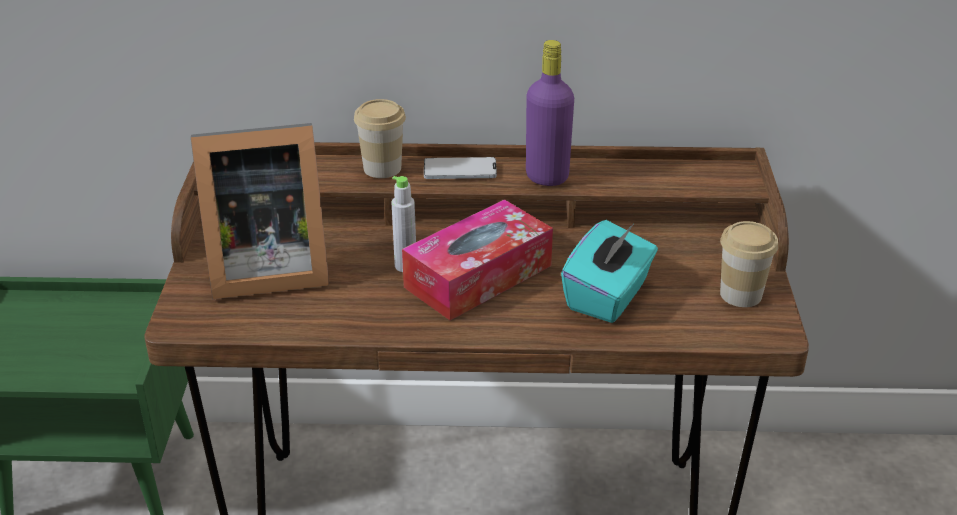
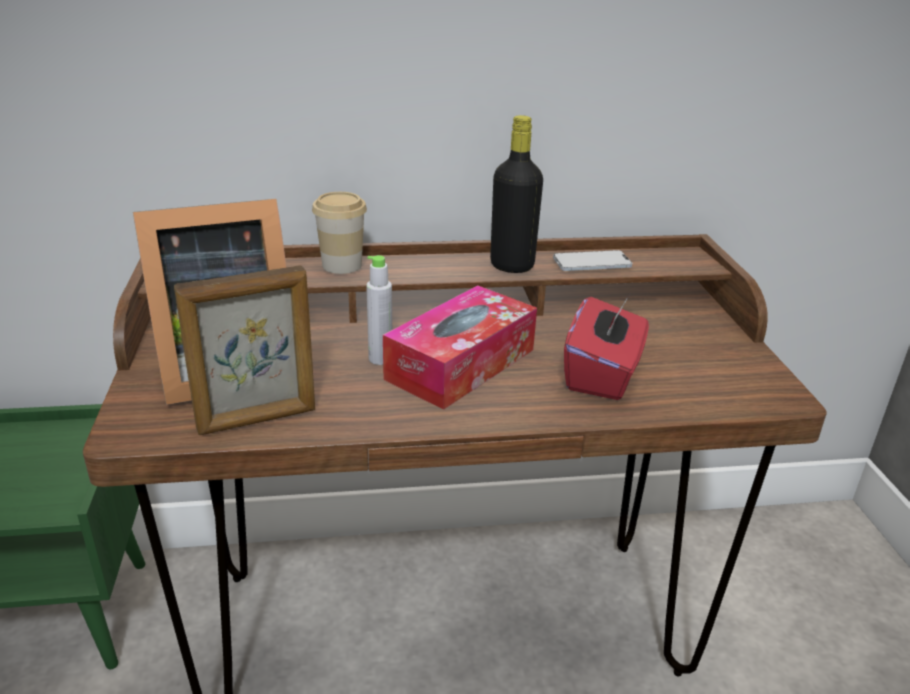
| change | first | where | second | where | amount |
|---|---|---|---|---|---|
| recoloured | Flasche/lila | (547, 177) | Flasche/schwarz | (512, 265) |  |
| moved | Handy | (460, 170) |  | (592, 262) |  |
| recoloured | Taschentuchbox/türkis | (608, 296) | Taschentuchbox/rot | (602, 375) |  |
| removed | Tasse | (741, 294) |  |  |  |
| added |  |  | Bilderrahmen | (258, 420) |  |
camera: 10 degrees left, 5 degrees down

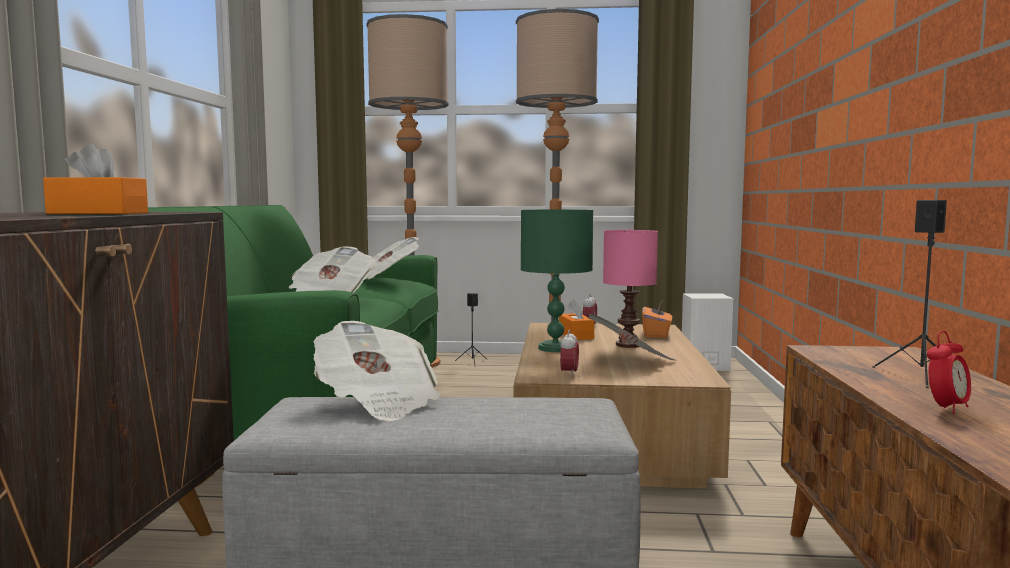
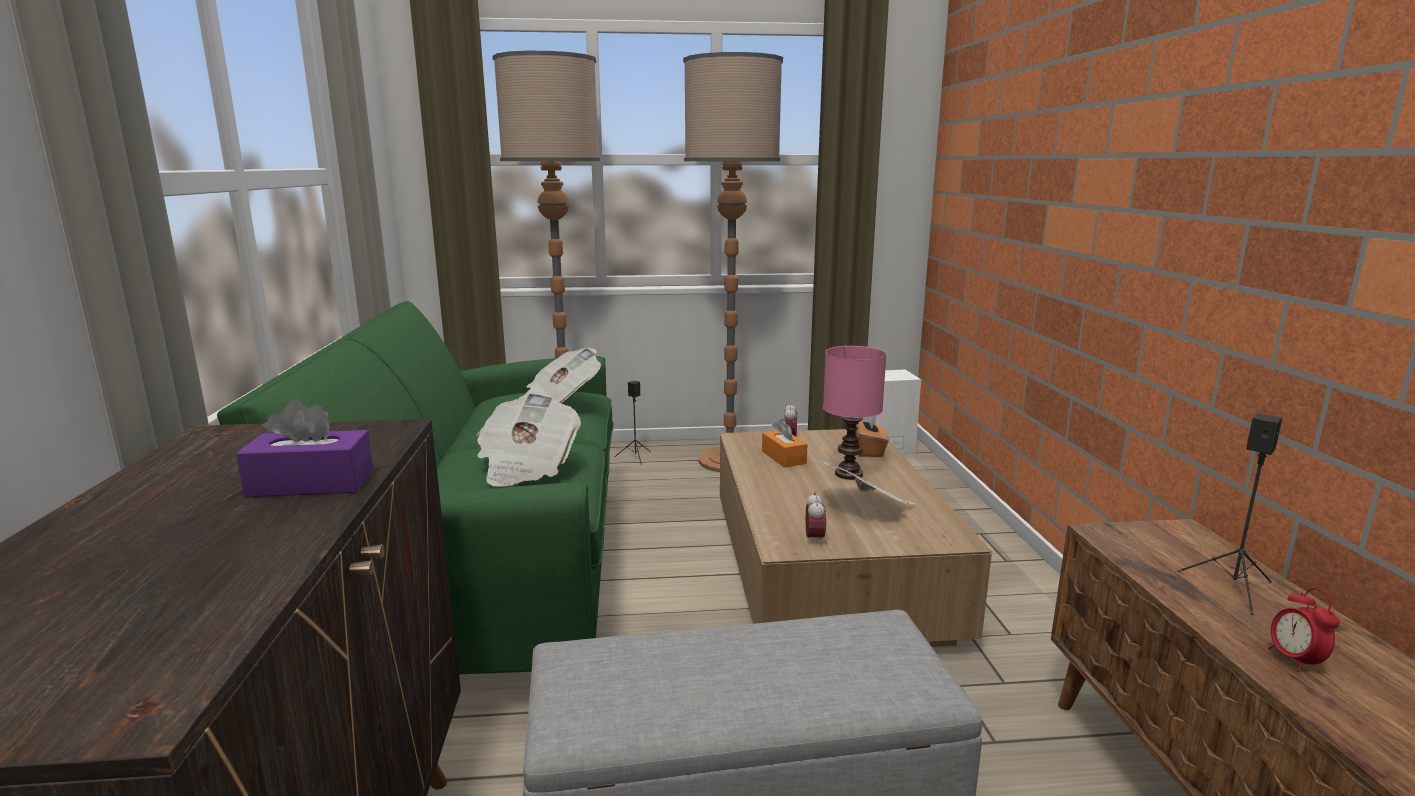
| change | first | where | second | where | amount |
|---|---|---|---|---|---|
| recoloured | Taschentuchbox/orange | (98, 213) | Taschentuchbox/lila | (311, 484) |  |
| removed | Tischlampe/grün | (556, 348) |  |  |  |
| removed | Zeitung | (377, 402) |  |  |  |
| turned | Wecker | (946, 408) |  | (1294, 661) | 135 degrees clockwise |
camera: 10 degrees left, 10 degrees up

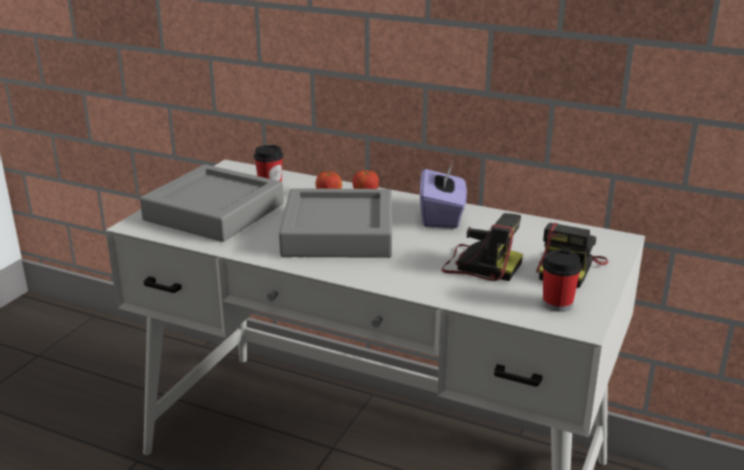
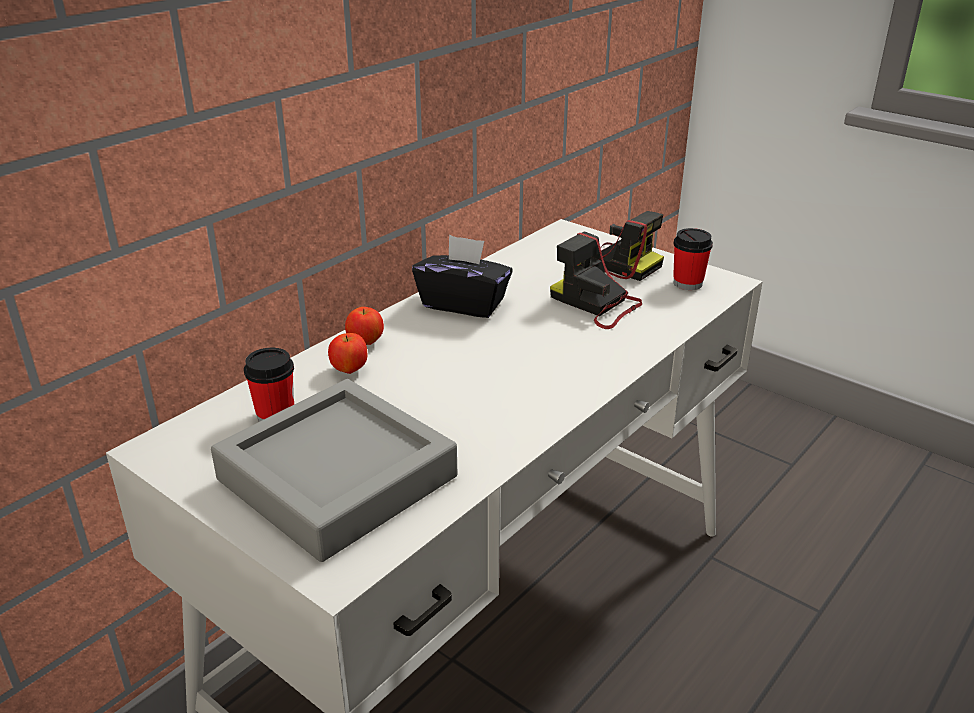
| change | first | where | second | where | amount |
|---|---|---|---|---|---|
| recoloured | Taschentuchbox/lila | (442, 216) | Taschentuchbox/schwarz | (463, 304) |  |
| removed | Tablett/grau | (338, 233) |  |  |  |
| turned | Kamera | (479, 265) |  | (596, 304) | 90 degrees counterclockwise |
camera: 75 degrees left, 5 degrees up

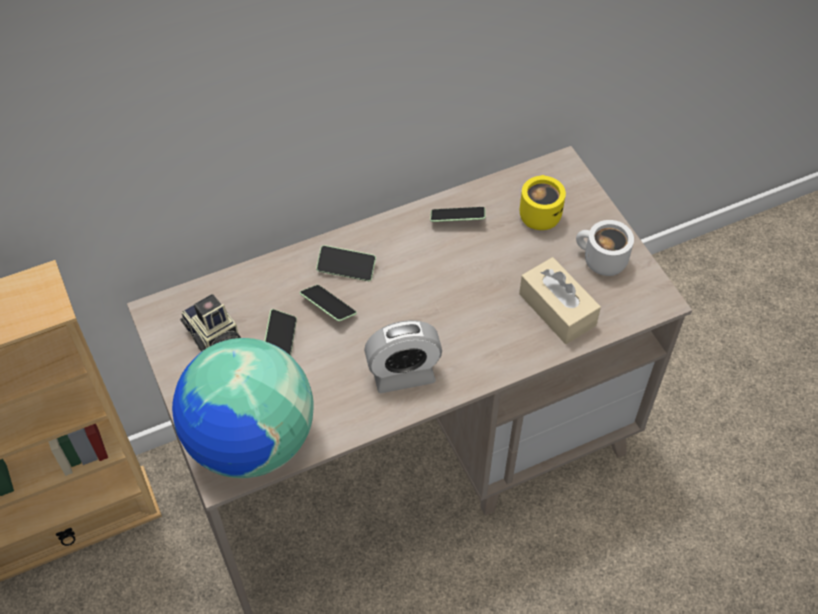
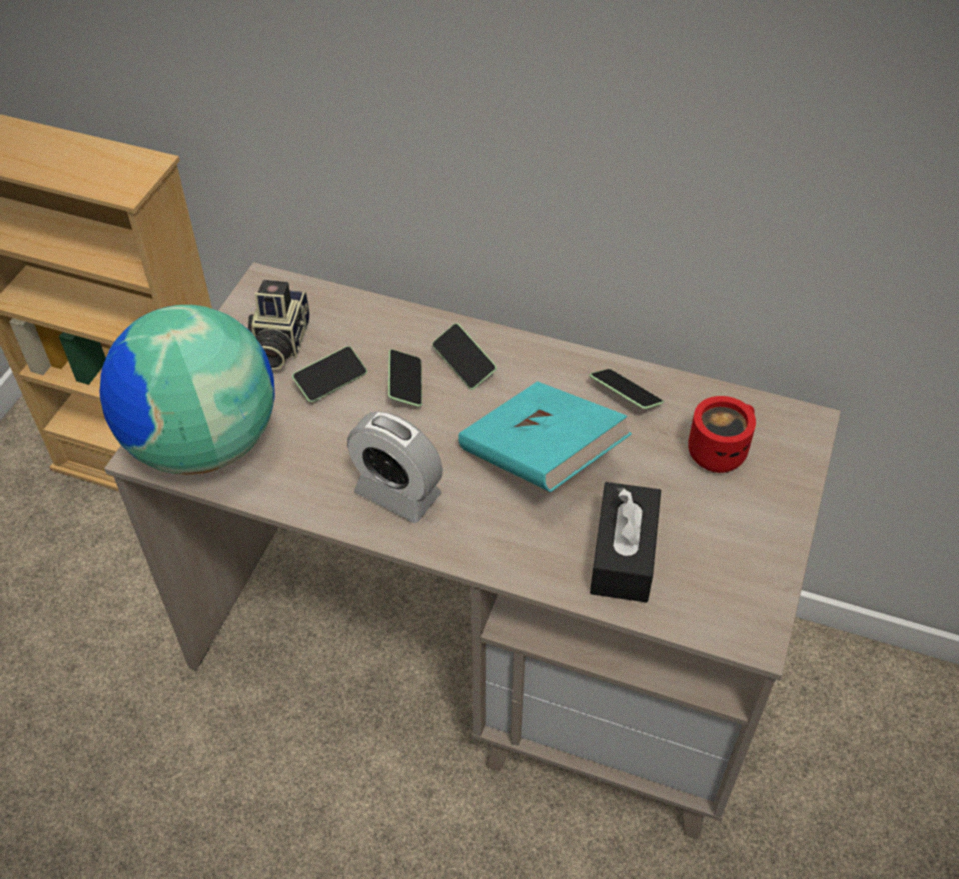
| change | first | where | second | where | amount |
|---|---|---|---|---|---|
| recoloured | Henkelbecher/gelb | (537, 214) | Henkelbecher/rot | (718, 449) |  |
| removed | Henkelbecher/weiß | (600, 261) |  |  |  |
| recoloured | Taschentuchbox/beige | (557, 309) | Taschentuchbox/schwarz | (623, 554) |  |
| added |  |  | Buch/türkis | (540, 459) |  |
camera: 45 degrees right, 5 degrees down

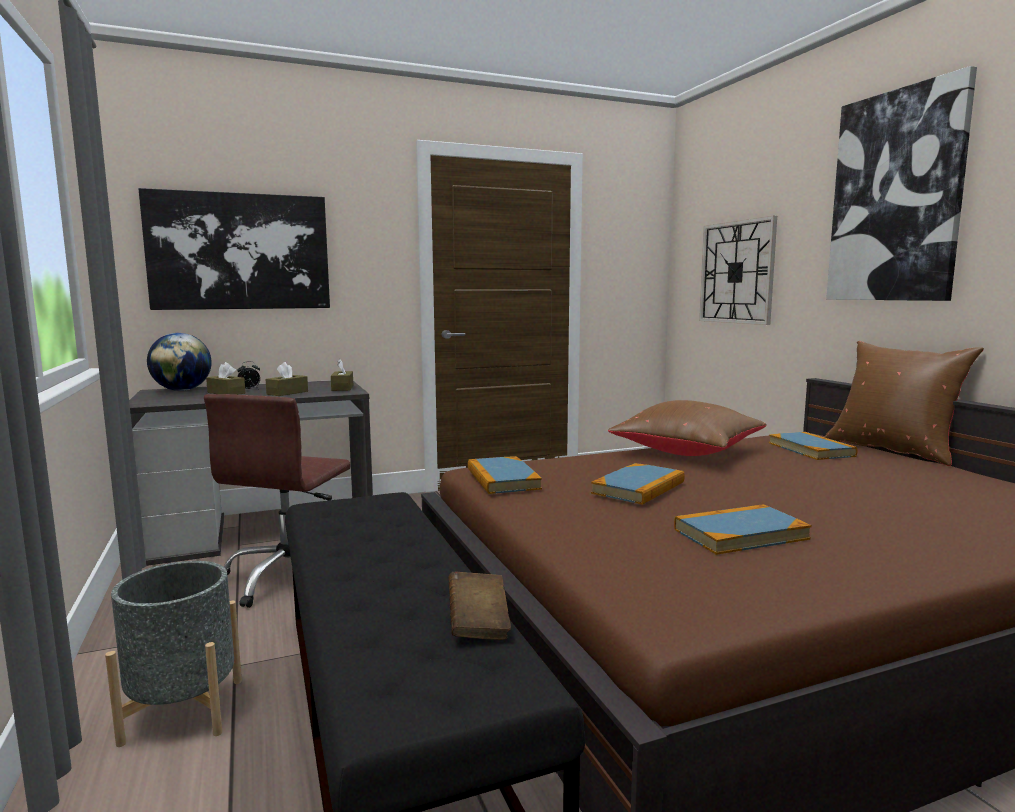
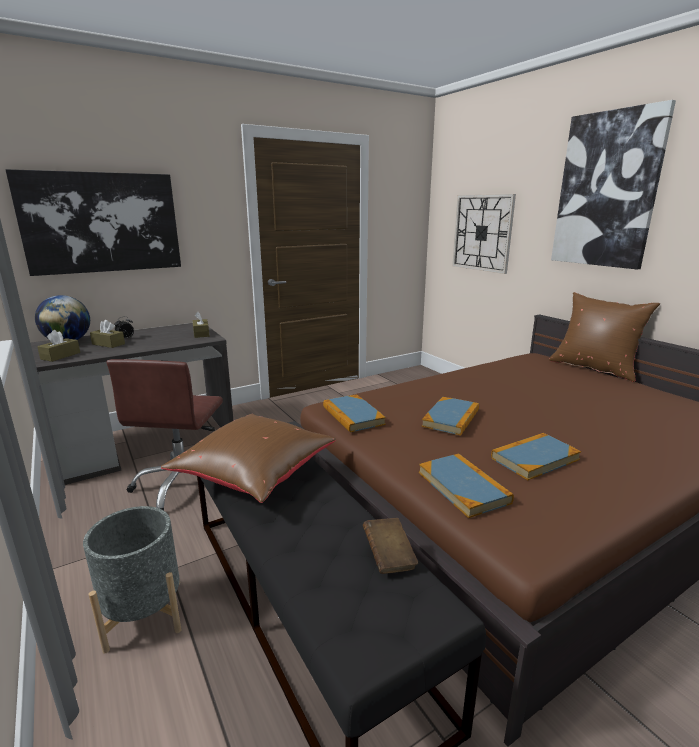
| change | first | where | second | where | amount |
|---|---|---|---|---|---|
| moved | Taschentuchbox/braun | (287, 393) |  | (60, 356) |  |
| moved | Kissen/braun | (688, 453) |  | (256, 475) |  |
| moved | Buch | (811, 449) |  | (463, 487) |  |
camera: 10 degrees left, 10 degrees up

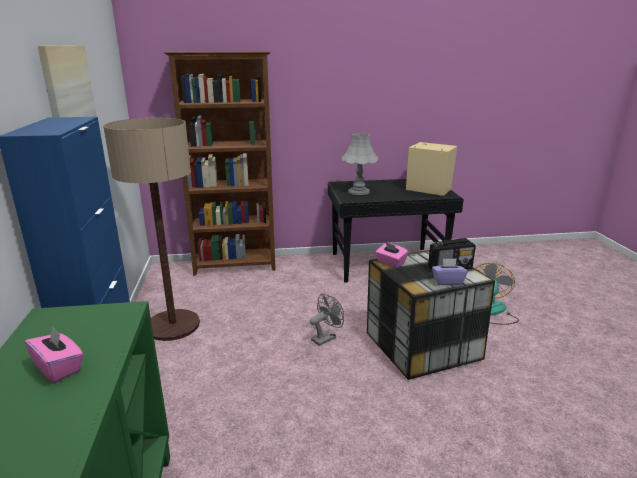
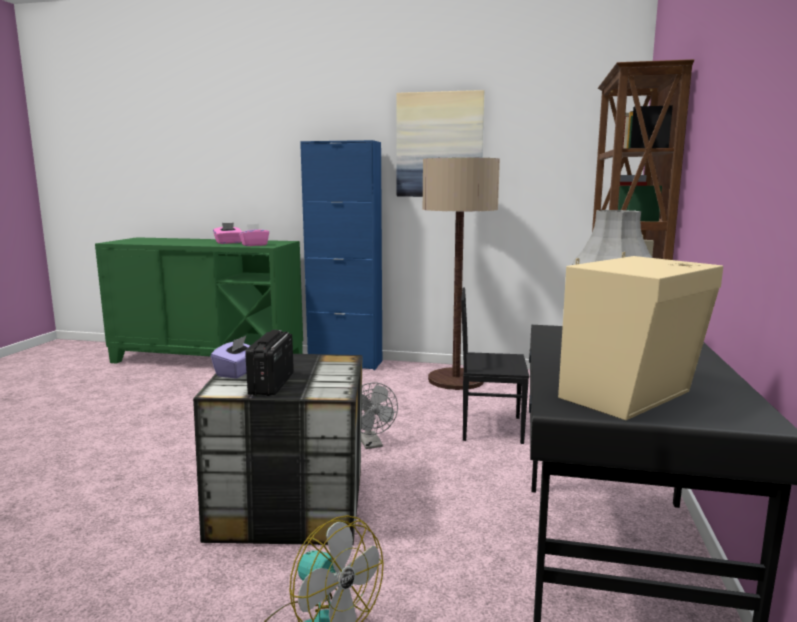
| change | first | where | second | where | amount |
|---|---|---|---|---|---|
| moved | Taschentuchbox/rosa | (390, 263) |  | (254, 245) |  |
| added |  |  | Stuhl/schwarz | (490, 428) |  |
camera: 110 degrees right, 10 degrees down

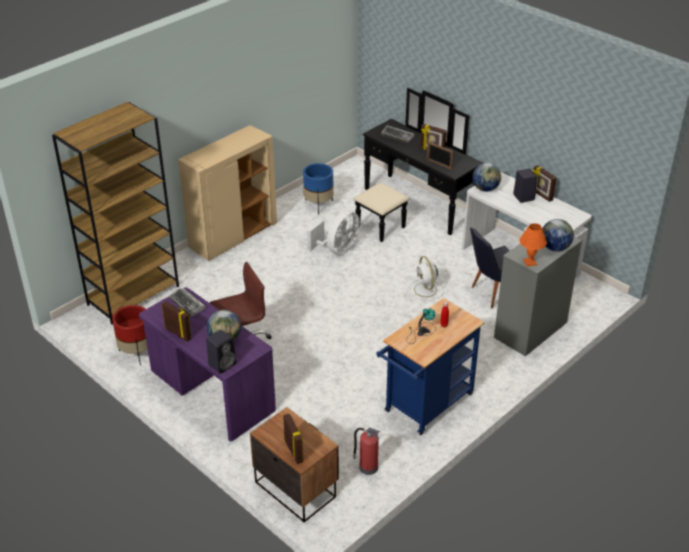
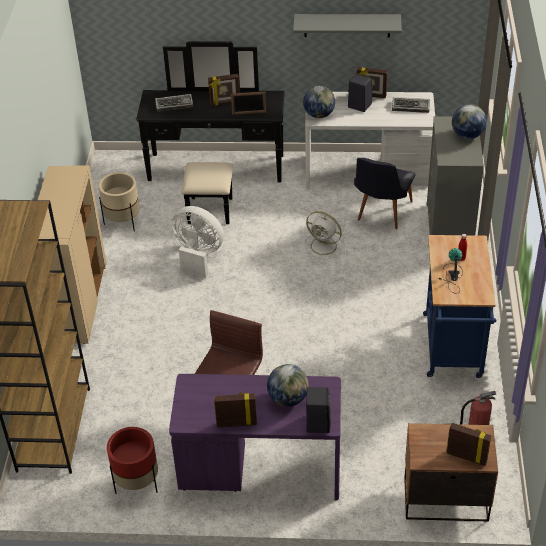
| change | first | where | second | where | amount |
|---|---|---|---|---|---|
| recoloured | Pflanzkübel/blau | (318, 205) | Pflanzkübel/beige | (123, 222) |  |
| turned | Ventilator/weiß | (337, 249) |  | (198, 255) | 60 degrees counterclockwise |
| removed | Tischlampe/orange | (530, 262) |  |  |  |
| moved | Tastatur | (187, 304) |  | (411, 107) |  |
| added |  |  | Wandregal/grau | (347, 25) |  |
camera: 40 degrees left, 5 degrees up

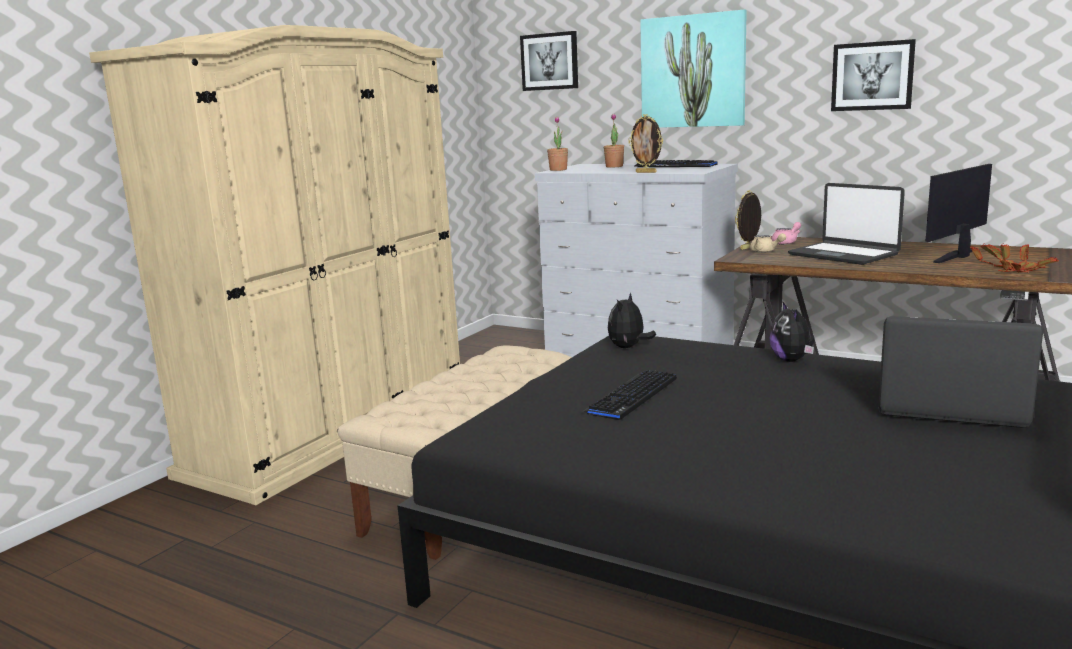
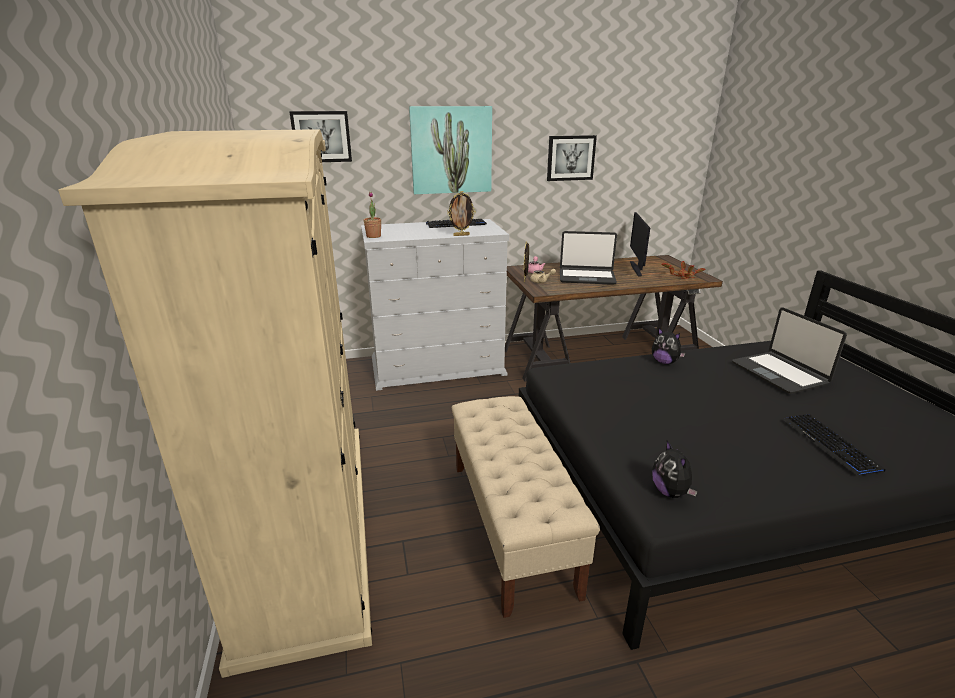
| change | first | where | second | where | amount |
|---|---|---|---|---|---|
| removed | Topfpflanze | (614, 166) |  |  |  |
| moved | Plüschtier | (628, 347) |  | (671, 492) |  |
| turned | Laptop | (949, 407) |  | (779, 373) | 90 degrees counterclockwise |
| moved | Tastatur | (631, 396) |  | (830, 444) |  |
camera: 45 degrees left, 10 degrees up

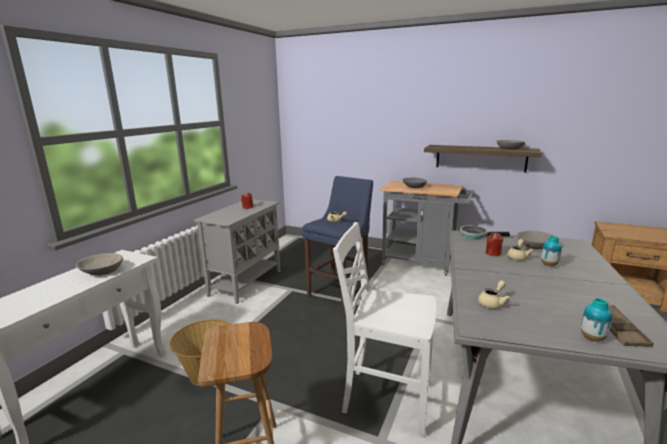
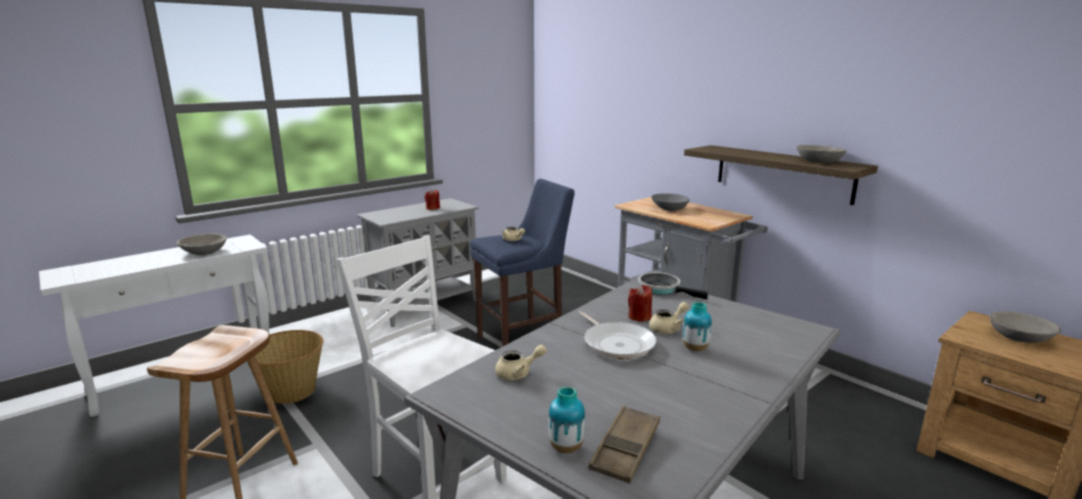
| change | first | where | second | where | amount |
|---|---|---|---|---|---|
| moved | Schüssel/grau | (535, 246) |  | (1019, 337) |  |
| added |  |  | Pfanne | (617, 343) |  |
camera: 25 degrees right, 0 degrees up

